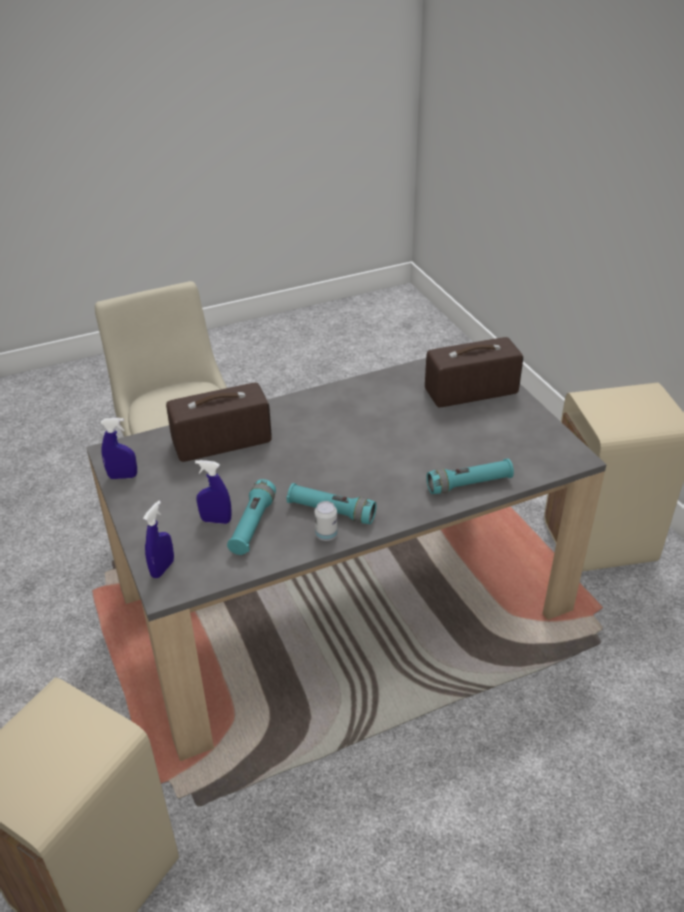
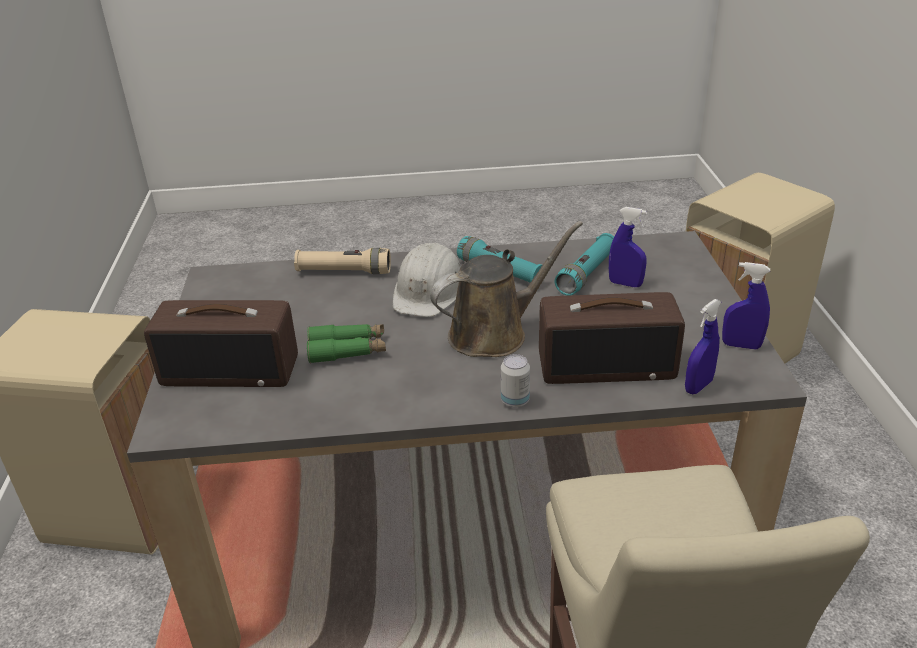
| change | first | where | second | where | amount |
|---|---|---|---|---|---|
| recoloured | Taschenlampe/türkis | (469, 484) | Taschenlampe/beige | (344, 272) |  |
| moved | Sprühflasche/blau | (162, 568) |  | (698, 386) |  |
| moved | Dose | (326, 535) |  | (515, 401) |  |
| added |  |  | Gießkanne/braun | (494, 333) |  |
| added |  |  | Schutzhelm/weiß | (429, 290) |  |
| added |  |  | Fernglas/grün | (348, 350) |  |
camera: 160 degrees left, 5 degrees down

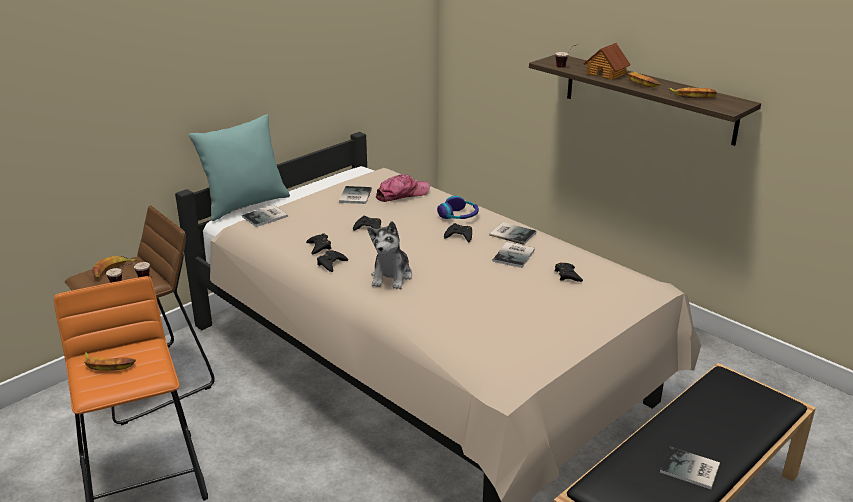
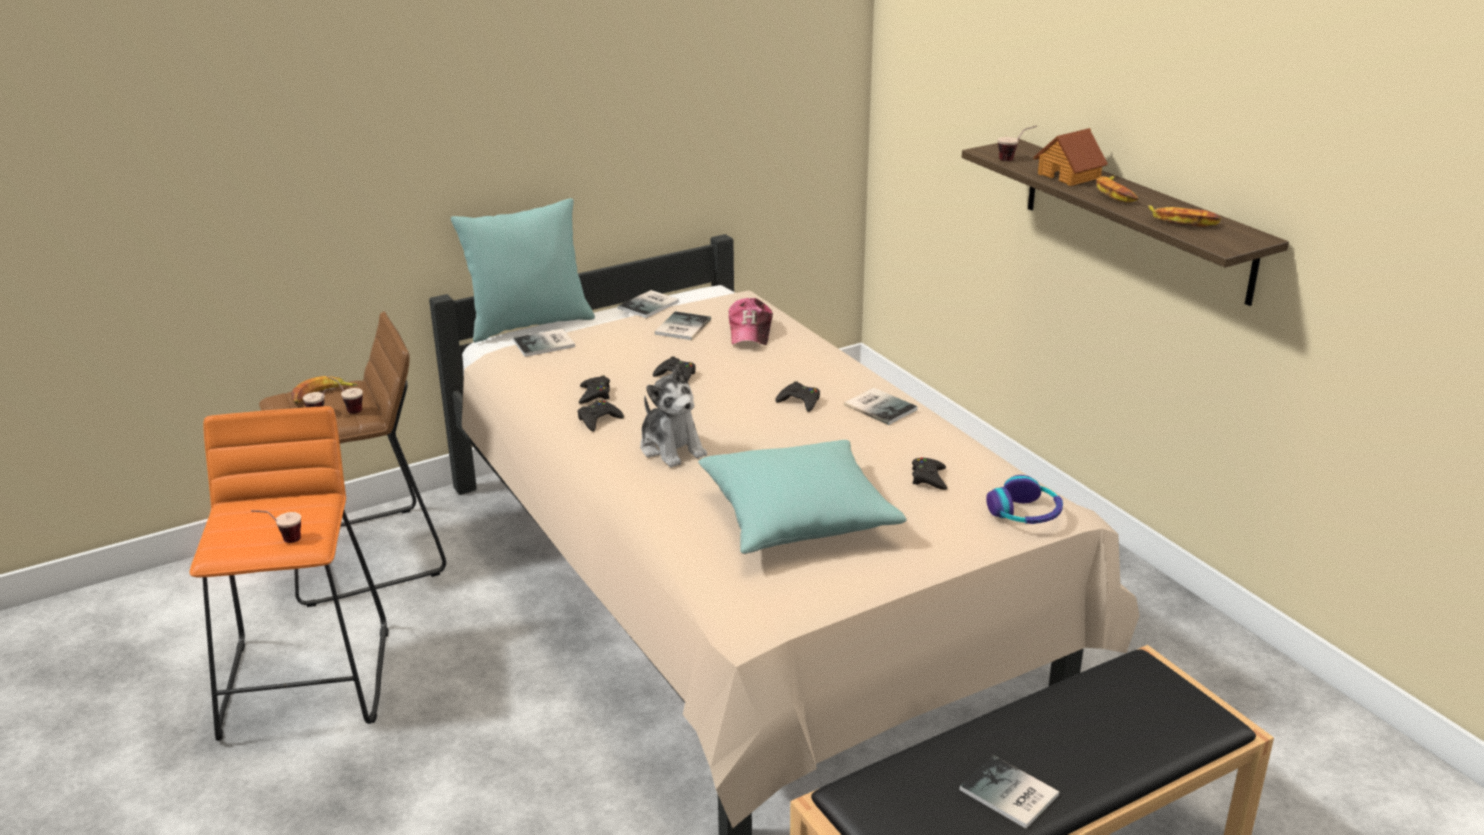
| change | first | where | second | where | amount |
|---|---|---|---|---|---|
| turned | Kappe | (402, 194) |  | (750, 332) | 105 degrees clockwise |
| moved | Kopfhörer | (458, 215) |  | (1025, 513) |  |
| turned | Plüschtier | (391, 276) |  | (671, 448) | 60 degrees counterclockwise |
| moved | Buch | (515, 255) |  | (650, 305) |  |
| removed | Banane | (108, 364) |  |  |  |
| added |  |  | Kissen/türkis | (798, 517) |  |
| added |  |  | Tasse | (281, 541) |  |
camera: 15 degrees right, 0 degrees up

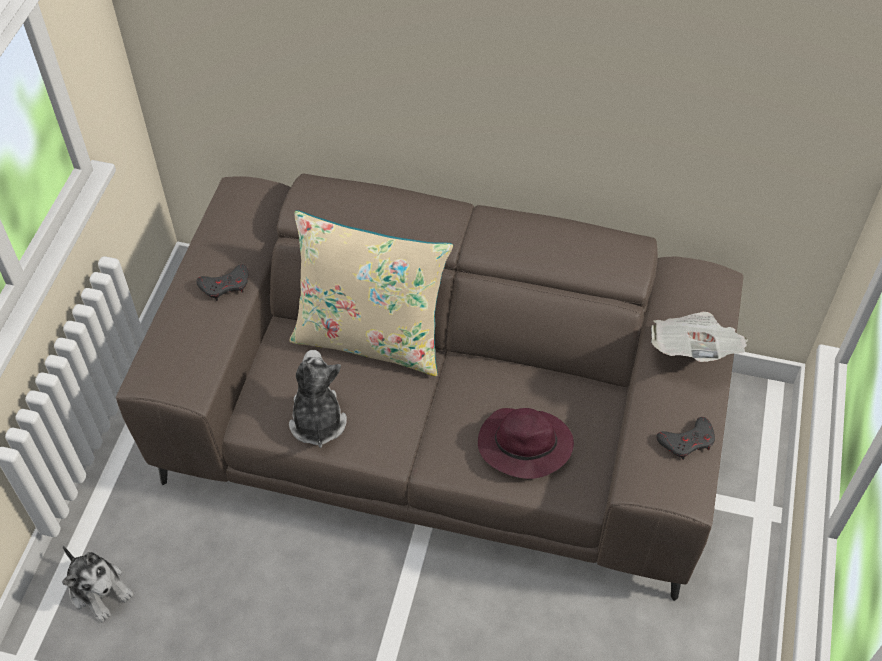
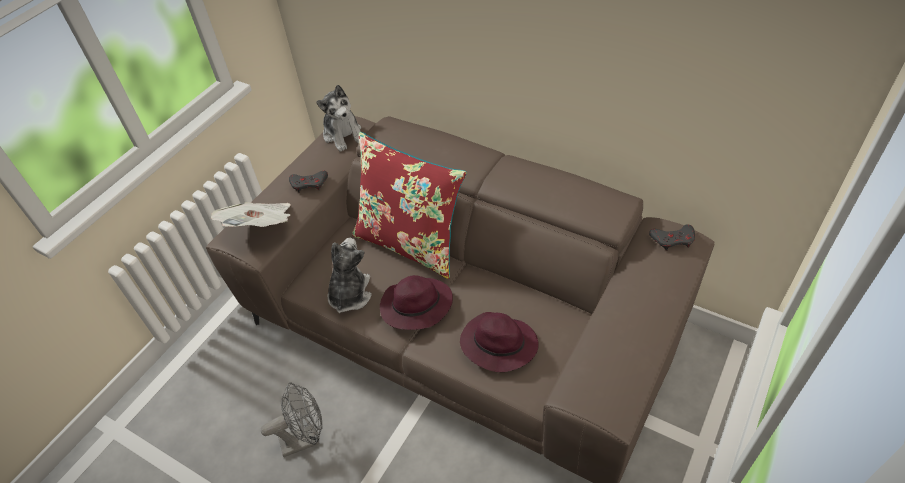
| change | first | where | second | where | amount |
|---|---|---|---|---|---|
| recoloured | Kissen/beige | (371, 338) | Kissen/rot | (410, 243) |  |
| moved | Zeitung | (693, 351) |  | (261, 227) |  |
| moved | Gamepad/grau | (687, 441) |  | (673, 239) |  |
| moved | Plüschtier | (99, 589) |  | (343, 135) |  |
| added |  |  | Hut/lila | (415, 306) |  |
| added |  |  | Ventilator/grau | (305, 438) |  |
camera: 20 degrees right, 5 degrees down

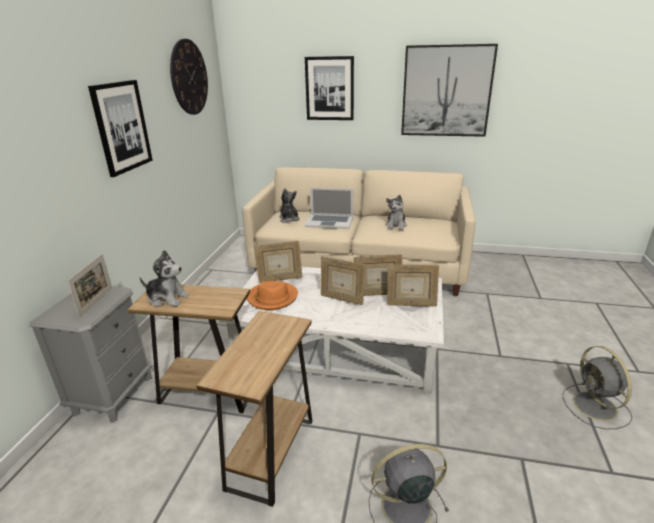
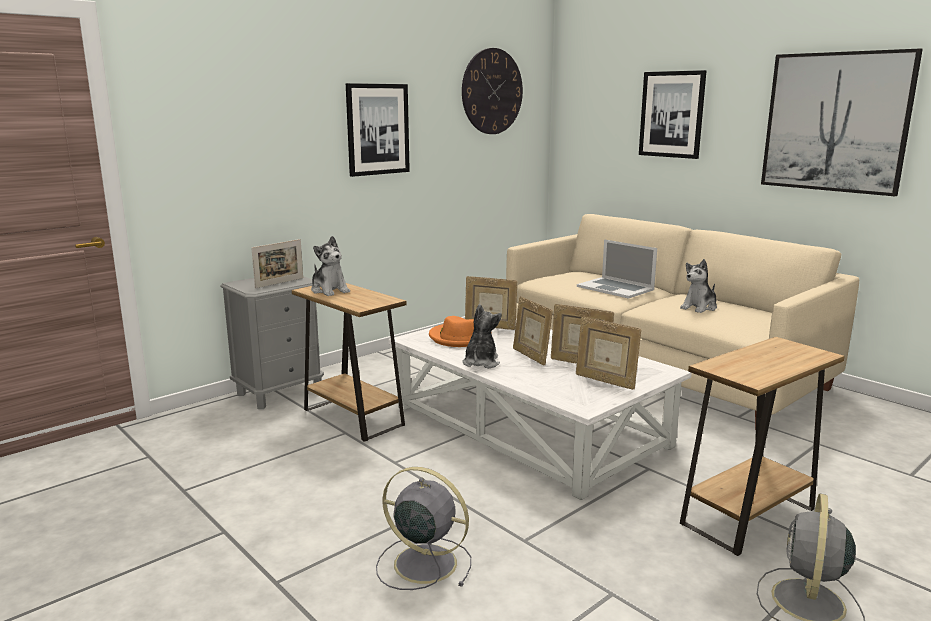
| change | first | where | second | where | amount |
|---|---|---|---|---|---|
| moved | Plüschtier | (289, 219) |  | (480, 363) |  |
| moved | Beistelltisch/braun | (271, 453) |  | (748, 516) |  |
camera: 35 degrees right, 10 degrees down

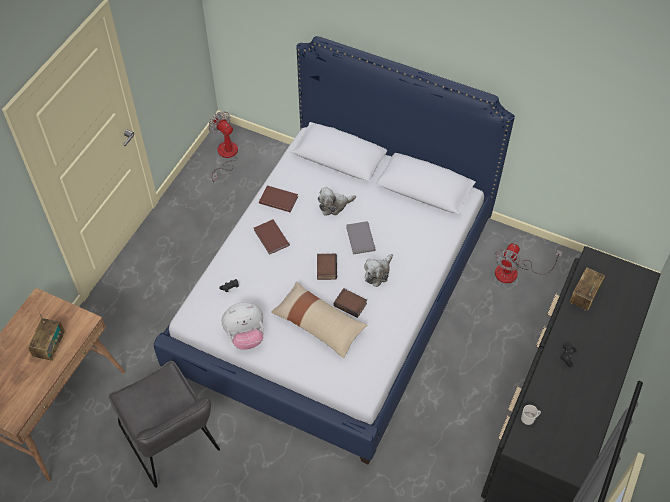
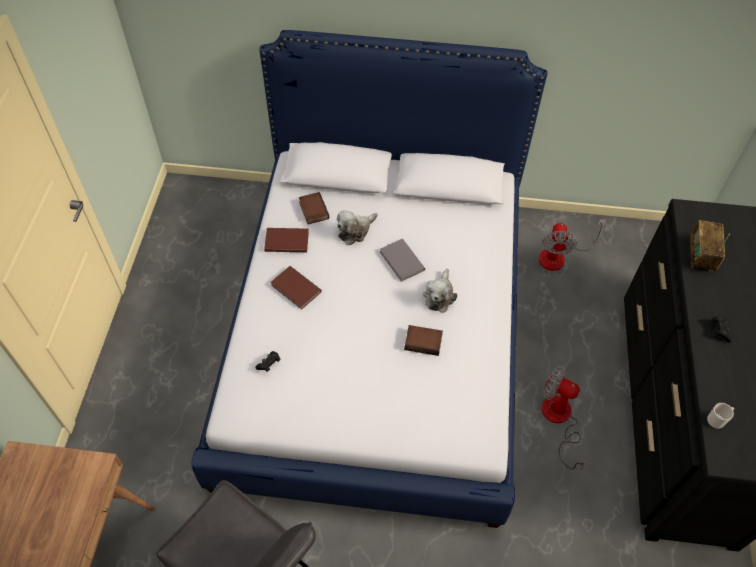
| change | first | where | second | where | amount |
|---|---|---|---|---|---|
| moved | Ventilator | (225, 156) |  | (559, 420) |  |
| moved | Buch | (325, 268) |  | (312, 210) |  |
| removed | Kissen/beige | (319, 324) |  |  |  |
| removed | Plüschtier | (245, 336) |  |  |  |
| removed | Radio | (50, 346) |  |  |  |
camera: 20 degrees left, 0 degrees up

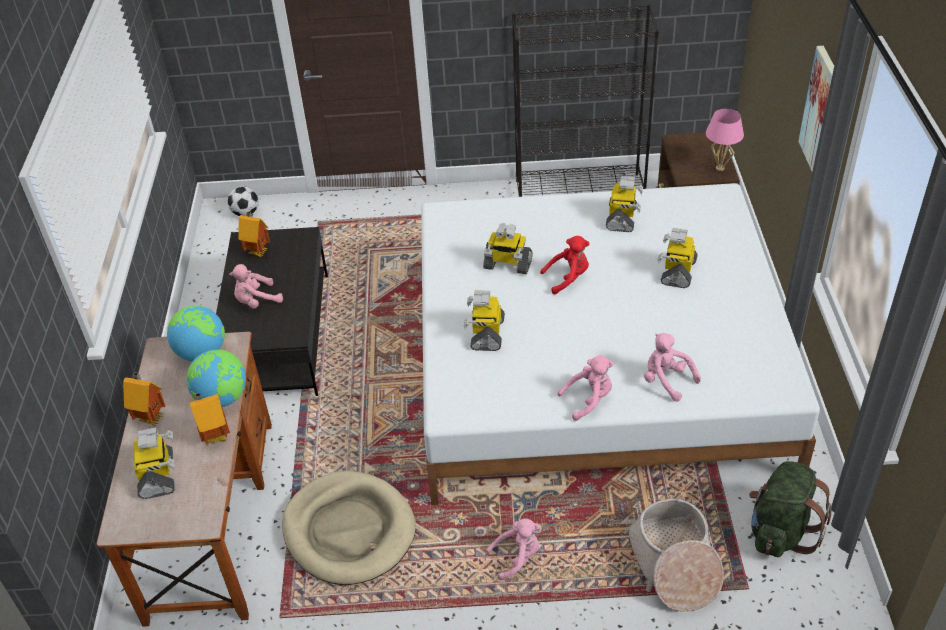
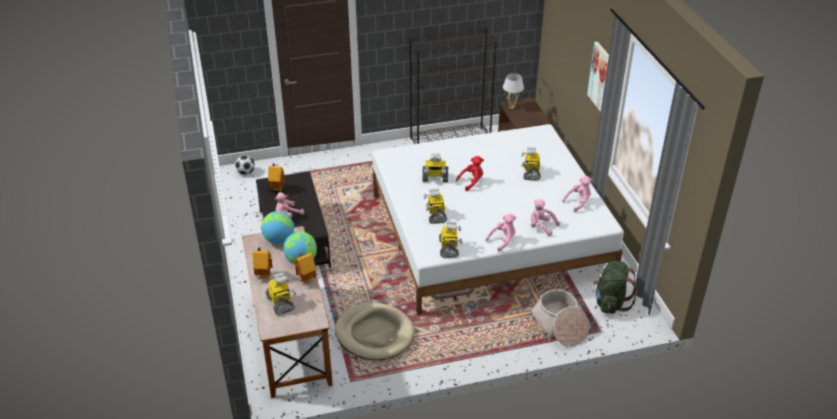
| change | first | where | second | where | amount |
|---|---|---|---|---|---|
| removed | Tischlampe/rosa | (720, 168) |  |  |  |
| moved | Spielzeugroboter | (622, 218) |  | (449, 248) |  |
| moved | Plüschtier/rosa | (517, 557) |  | (578, 202) |  |
| added |  |  | Tischlampe/weiß | (511, 107) |  |
camera: 15 degrees left, 5 degrees down

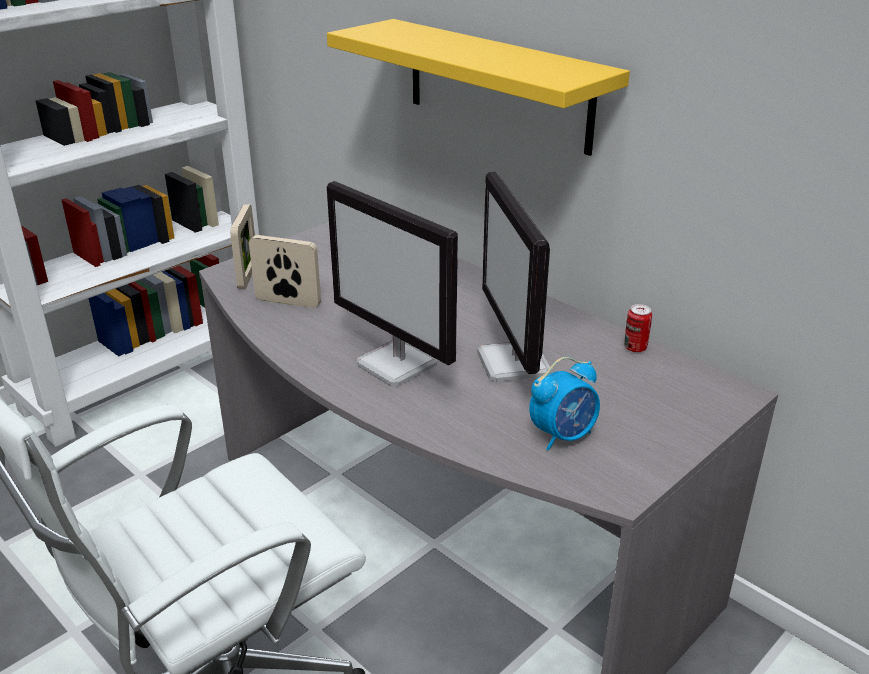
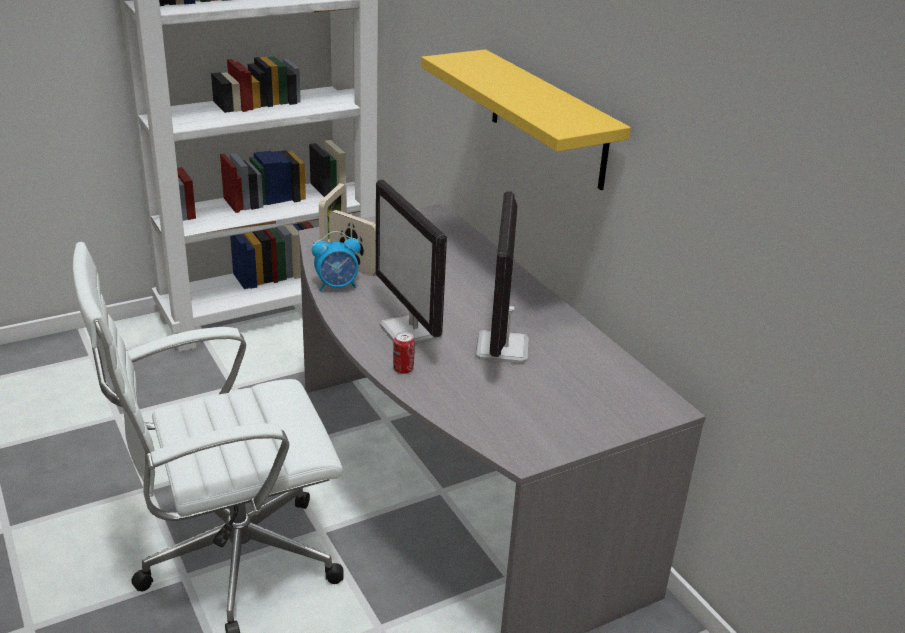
| change | first | where | second | where | amount |
|---|---|---|---|---|---|
| moved | Dose | (635, 348) |  | (403, 369) |  |
| moved | Wecker | (563, 435) |  | (337, 286) |  |
camera: 15 degrees right, 0 degrees up

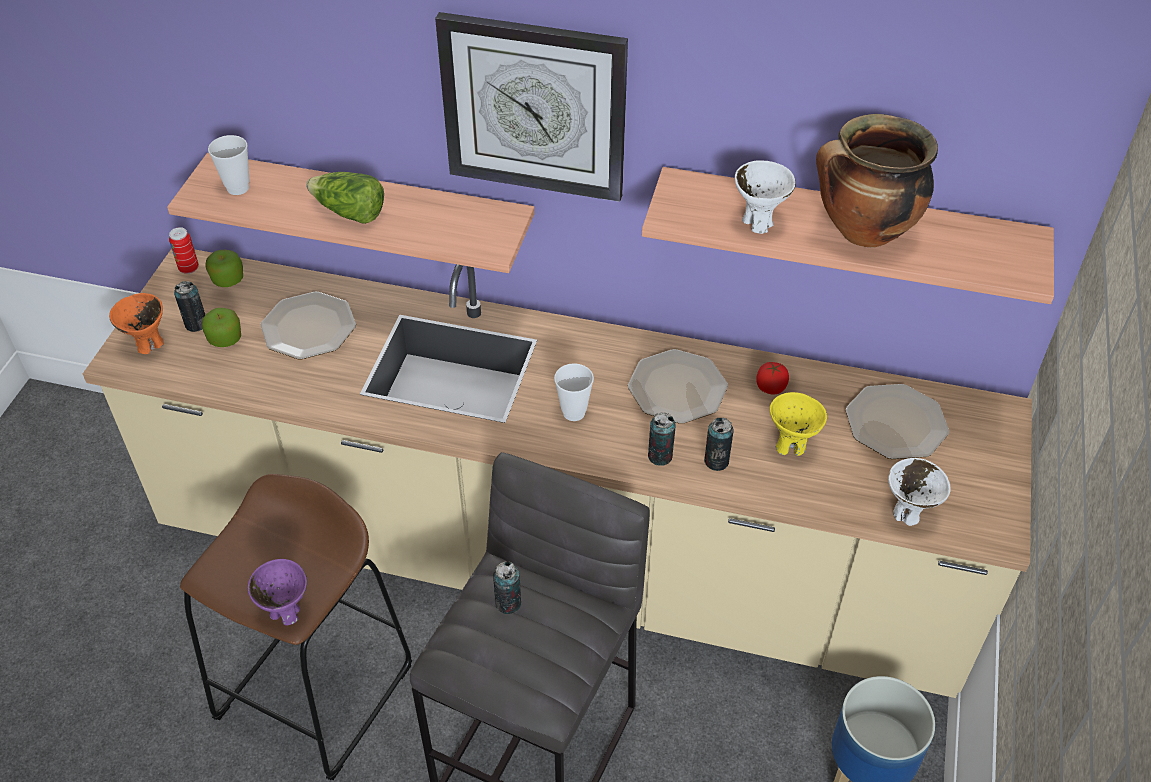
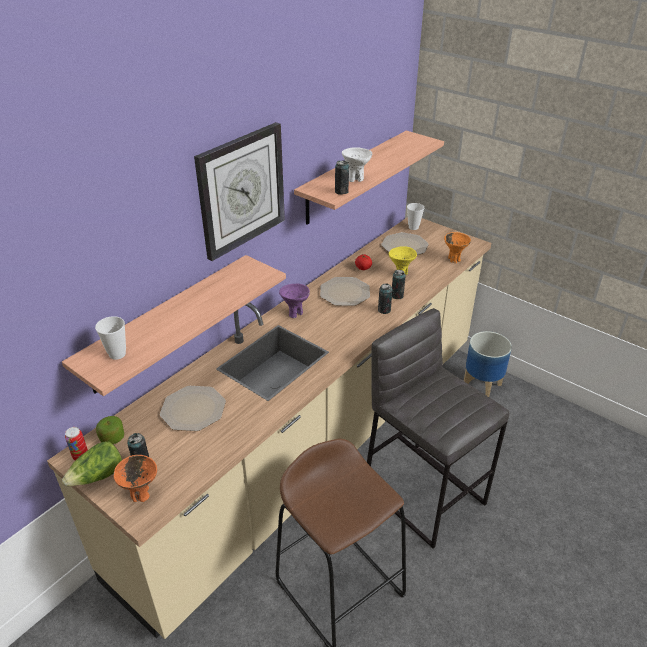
| change | first | where | second | where | amount |
|---|---|---|---|---|---|
| removed | Kochtopf | (863, 233) |  |  |  |
| moved | Salatkopf | (349, 212) |  | (98, 476) |  |
| removed | Apfel | (225, 339) |  |  |  |
| moved | Tasse | (574, 412) |  | (413, 227) |  |
| recoloured | Schüssel/weiß | (908, 514) | Schüssel/orange | (454, 259) |  |
| moved | Schüssel/lila | (286, 613) |  | (295, 313) |  |
| moved | Dose | (508, 603) |  | (341, 191) |  |
camera: 65 degrees left, 10 degrees down

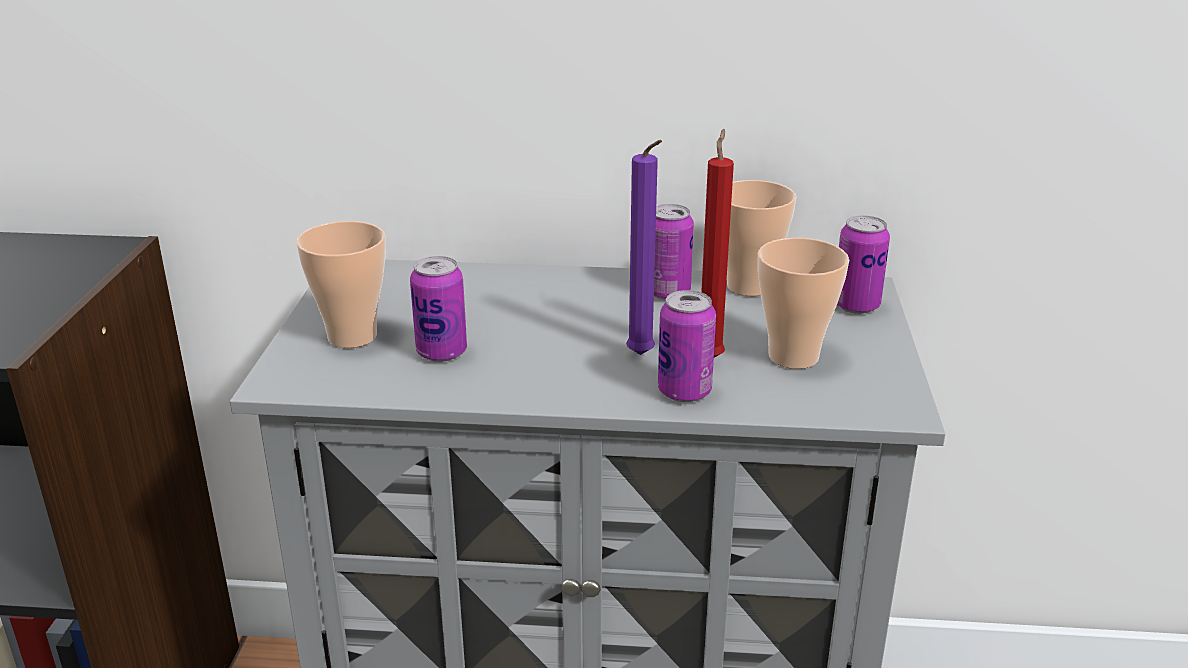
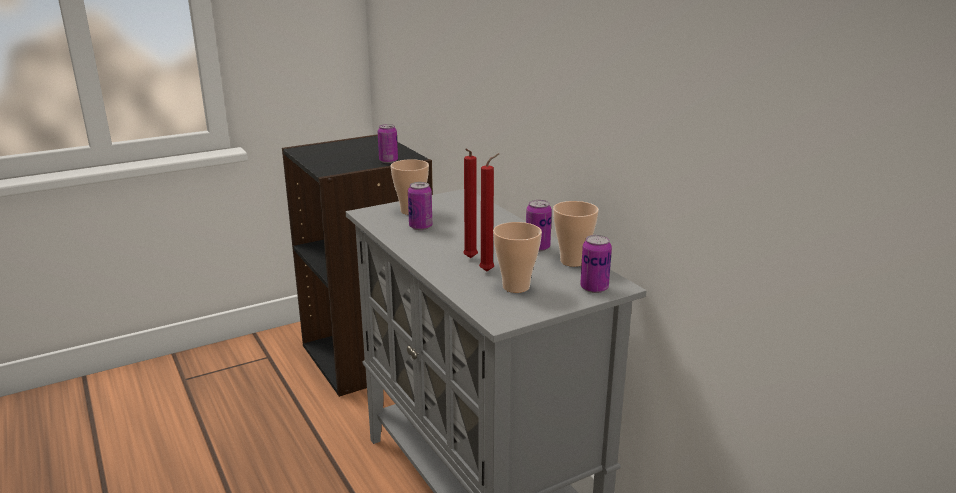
| change | first | where | second | where | amount |
|---|---|---|---|---|---|
| recoloured | Kerze/lila | (642, 357) | Kerze/rot | (469, 259) |  |
| moved | Dose | (684, 391) |  | (388, 161) |  |
camera: 55 degrees right, 5 degrees down

